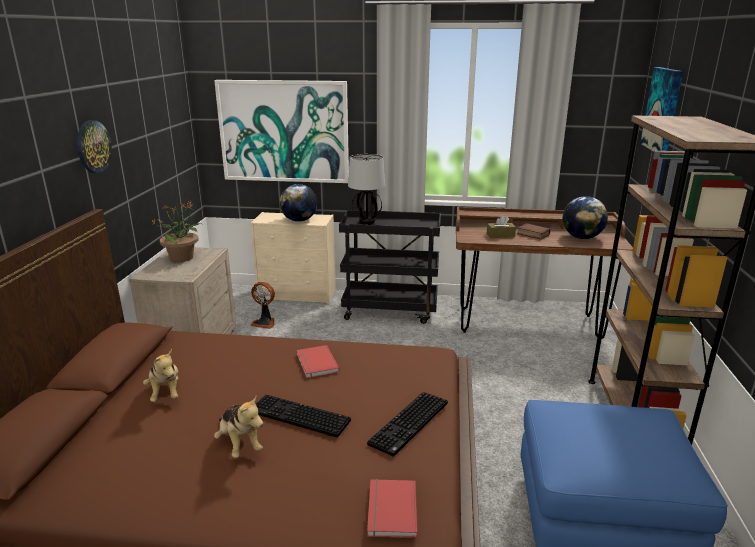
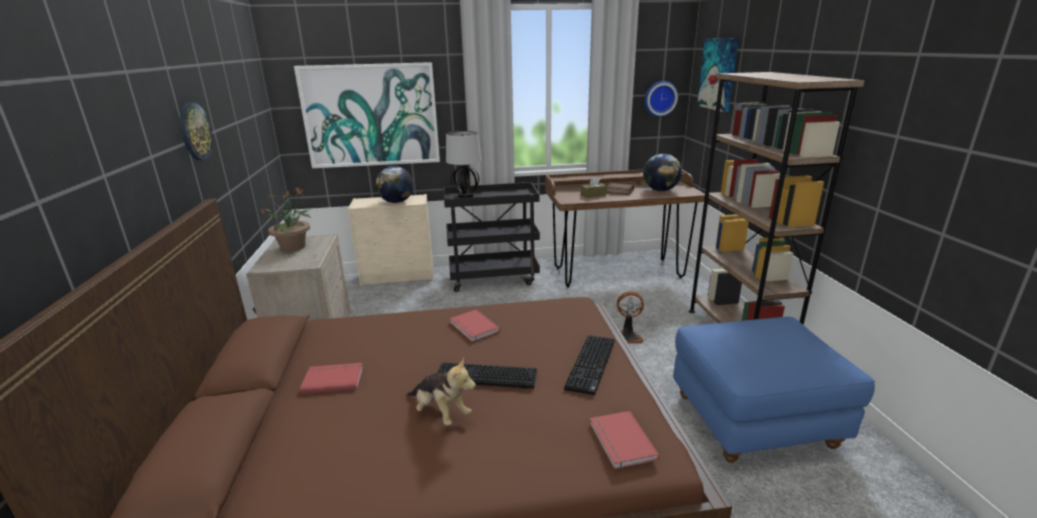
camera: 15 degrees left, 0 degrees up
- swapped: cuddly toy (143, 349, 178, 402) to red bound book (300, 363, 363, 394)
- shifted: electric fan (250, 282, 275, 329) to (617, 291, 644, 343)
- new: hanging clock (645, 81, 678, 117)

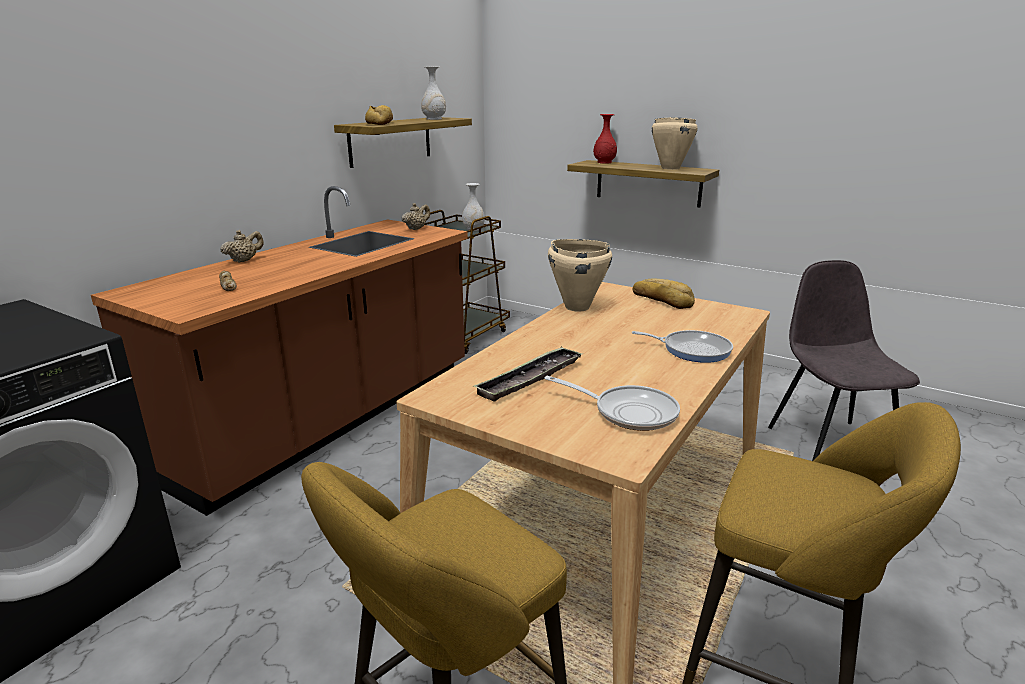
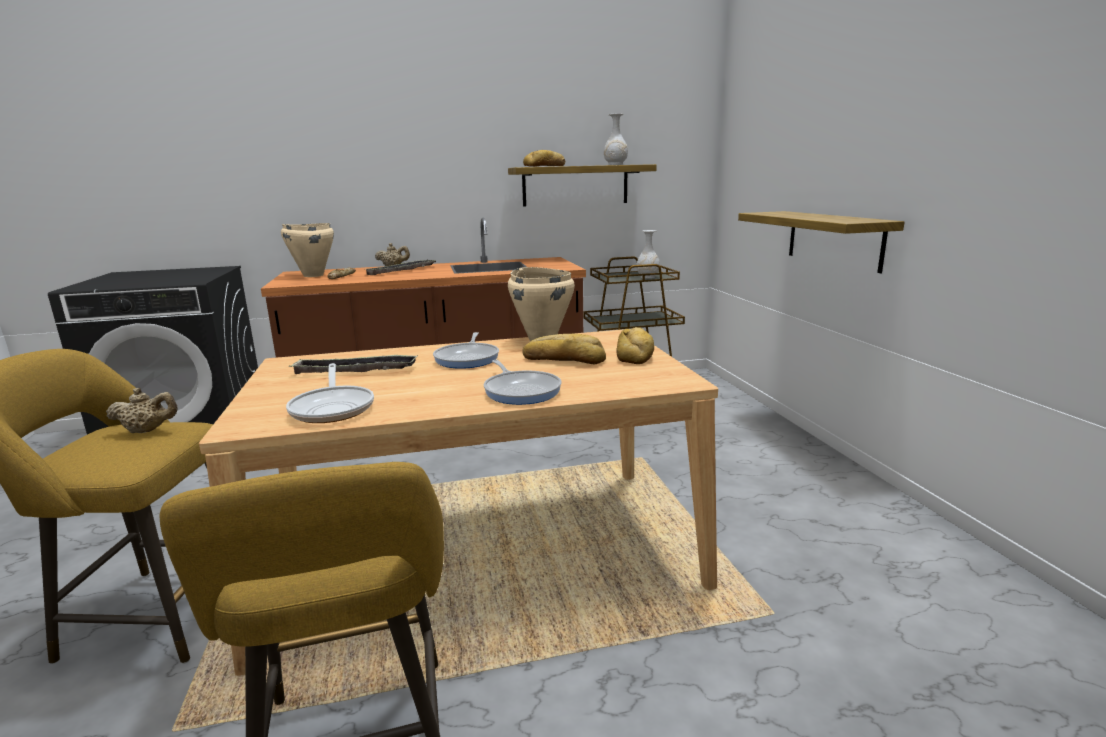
camera: 45 degrees right, 5 degrees down
- shifted: sand-coloured pot for tea (402, 203, 430, 230) to (106, 388, 177, 433)
- gone: red decorative vase (593, 114, 617, 164)
- shifted: sand-coloured saucepot (652, 117, 697, 170) to (281, 223, 334, 277)
- gone: gray upright chair (768, 260, 920, 461)
- new: carrying tray (366, 259, 436, 275)
- new: pan (433, 332, 499, 369)
- new: baked bread (522, 334, 606, 364)

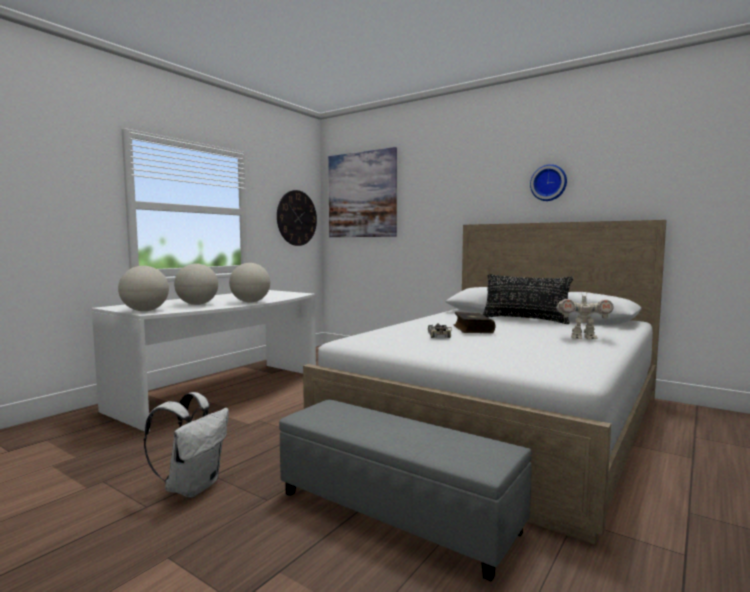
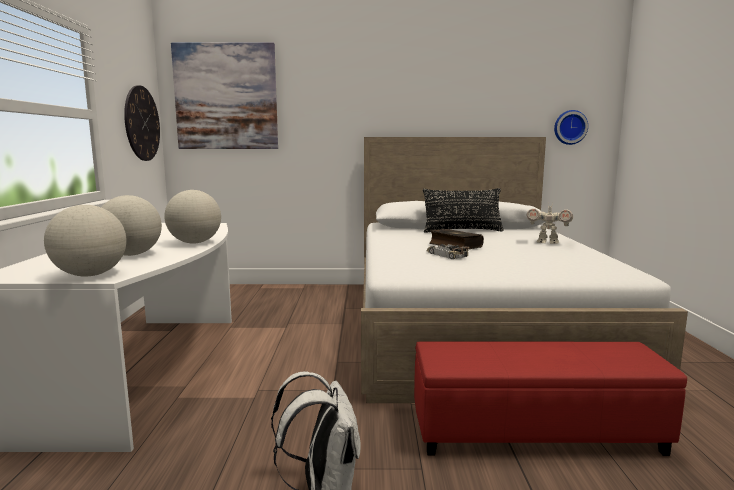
camera: 35 degrees left, 5 degrees up
- repainted: gray pouffe (279, 399, 532, 581) to red pouffe (414, 342, 687, 456)
- shifted: hanging clock (530, 164, 567, 201) to (554, 110, 588, 145)
- rotated: model robot (556, 291, 614, 339) = (527, 202, 573, 244) 45 degrees clockwise

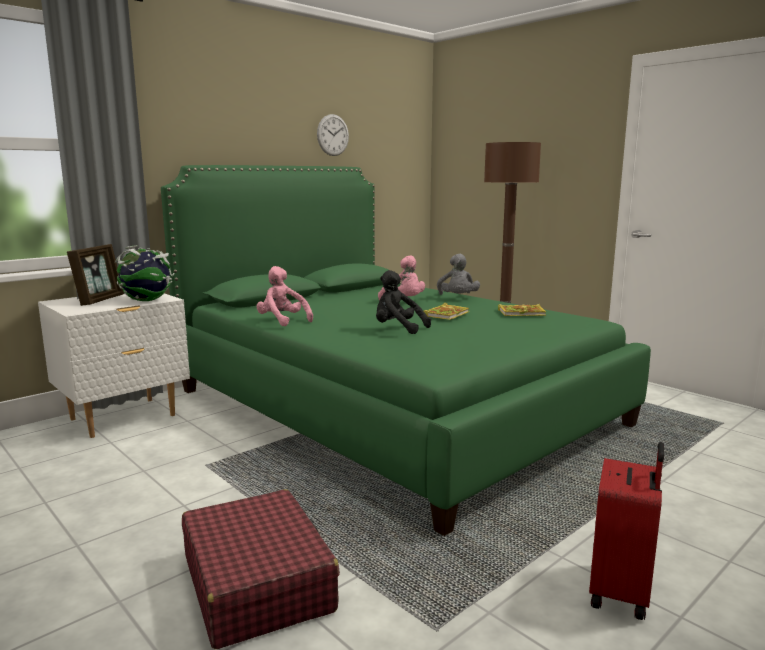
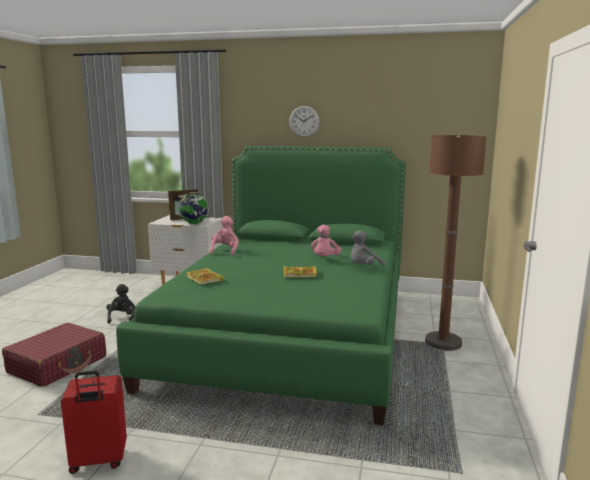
camera: 55 degrees right, 0 degrees up
- shifted: hanging clock (317, 114, 349, 156) to (289, 106, 320, 137)
- shifted: blackish cuddly toy (376, 270, 431, 334) to (106, 284, 135, 324)
- shifted: bound book (498, 304, 546, 316) to (187, 268, 224, 285)

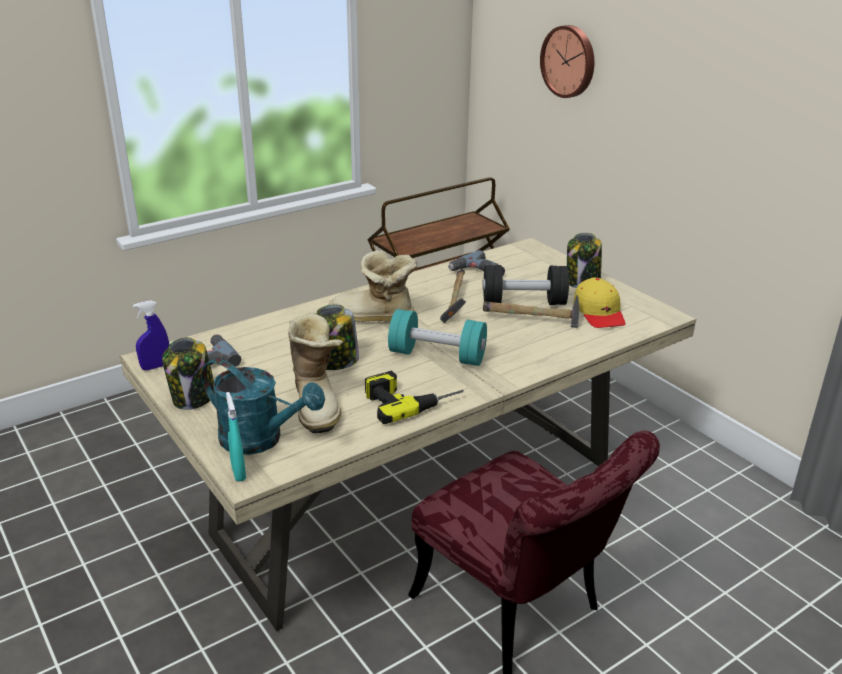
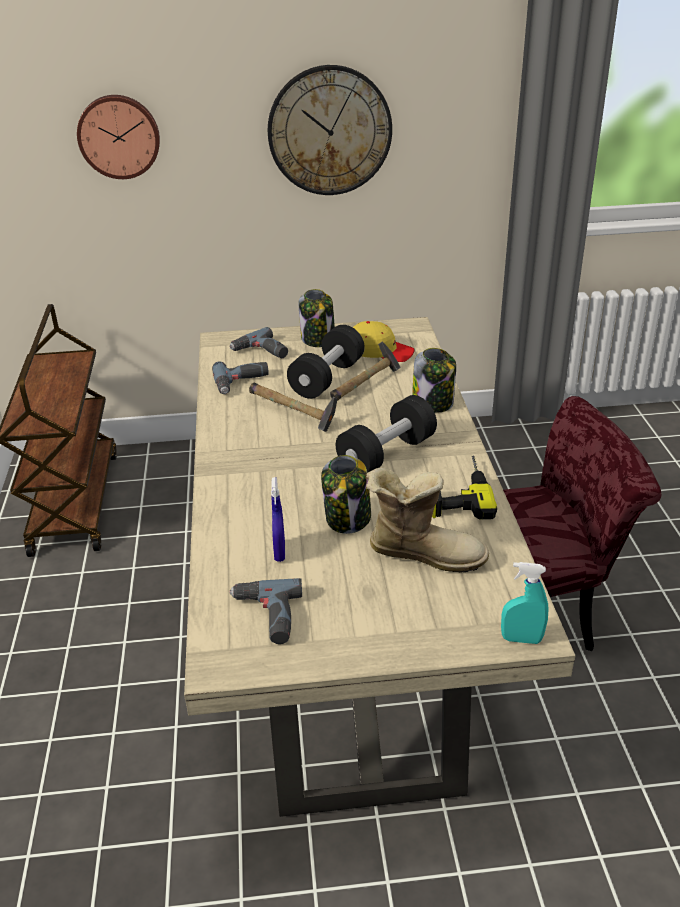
camera: 60 degrees left, 5 degrees up
- shifted: blue hand sprayer (133, 300, 169, 370) to (271, 477, 285, 562)
- shifted: jar (162, 337, 215, 410) to (412, 348, 456, 413)
- gone: turquoise watering pot (201, 358, 325, 455)
- gone: boot (329, 250, 417, 322)
- repainted: turquoise free weight (388, 309, 487, 366) to blackish free weight (336, 395, 437, 473)
- new: power drill (229, 327, 288, 358)
- new: hanging clock (268, 65, 392, 195)

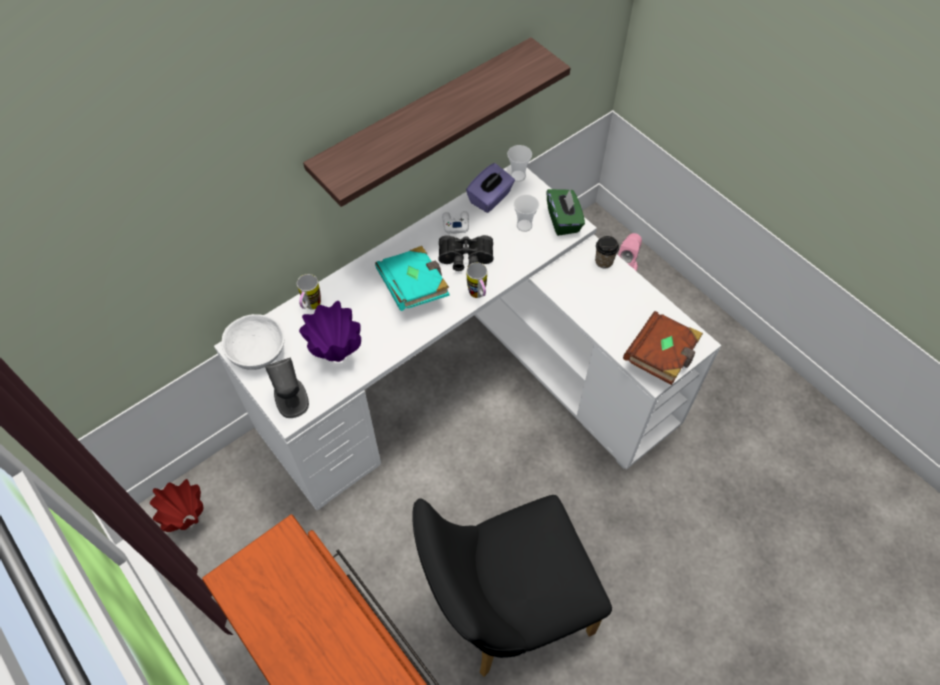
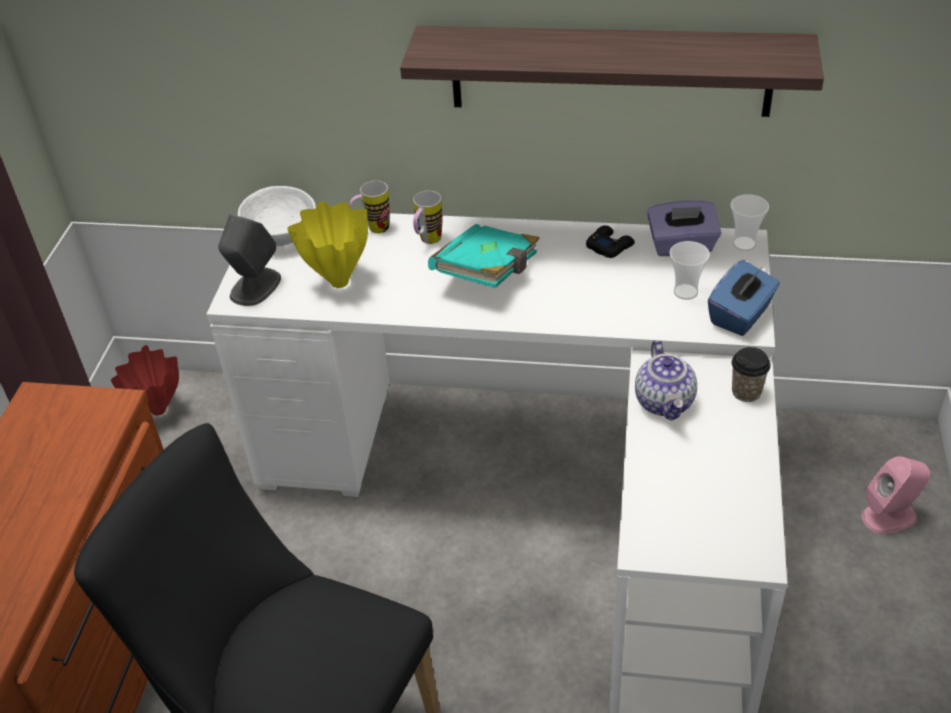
camera: 50 degrees right, 15 degrees down
- repainted: purplish decorative vase (299, 301, 361, 362) to yellowish decorative vase (287, 201, 368, 288)
- gone: blackish binoculars (438, 235, 494, 271)
- repainted: white joypad (442, 211, 469, 234) to blackish joypad (586, 225, 635, 258)
- shifted: coffee mug (467, 263, 487, 298) to (413, 191, 442, 244)
- repainted: greenish box of tissues (546, 189, 585, 236) to blue box of tissues (708, 260, 780, 336)
- gone: brownish bound book (623, 311, 703, 385)
- new: pot for tea (635, 340, 697, 421)

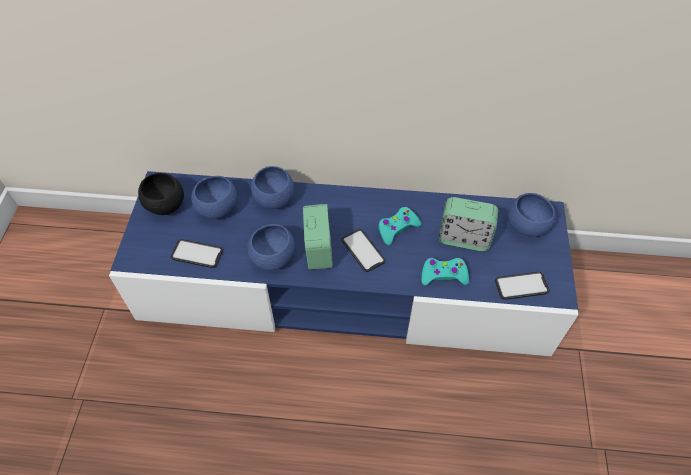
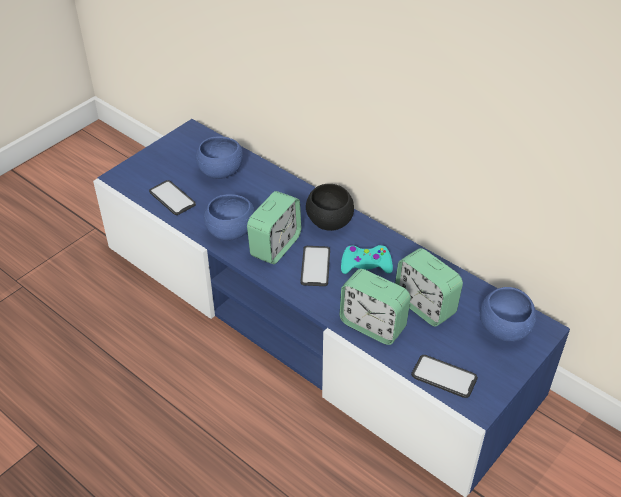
camera: 35 degrees right, 10 degrees down
- shifted: blackish deep dish (138, 173, 184, 215) to (306, 184, 354, 231)
- gone: blue deep dish (251, 166, 294, 209)
- swapped: turquoise joypad (421, 258, 469, 285) to table clock (340, 269, 411, 345)

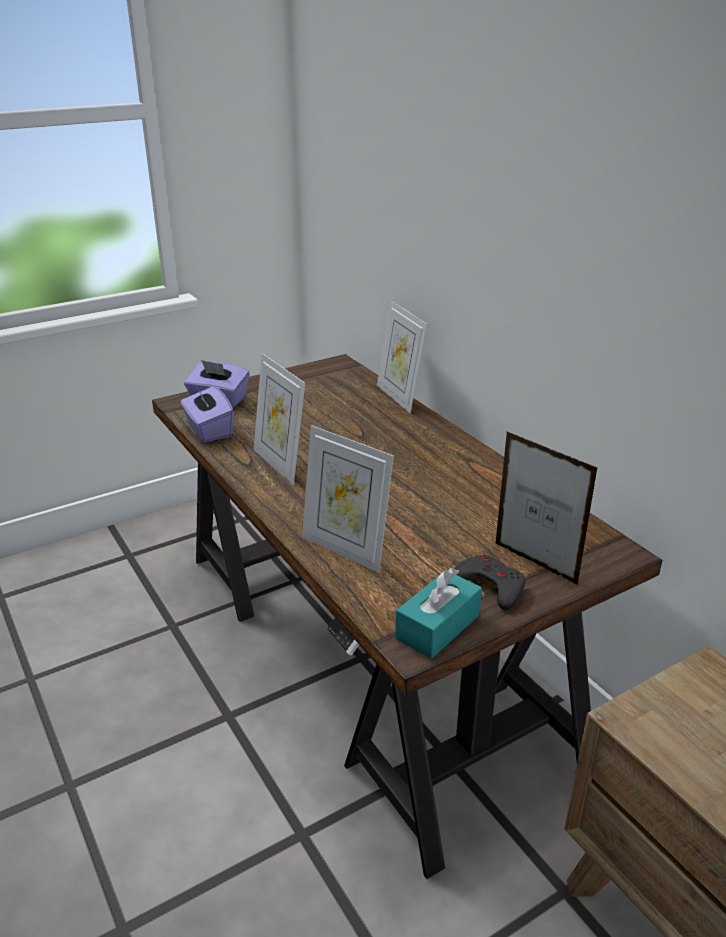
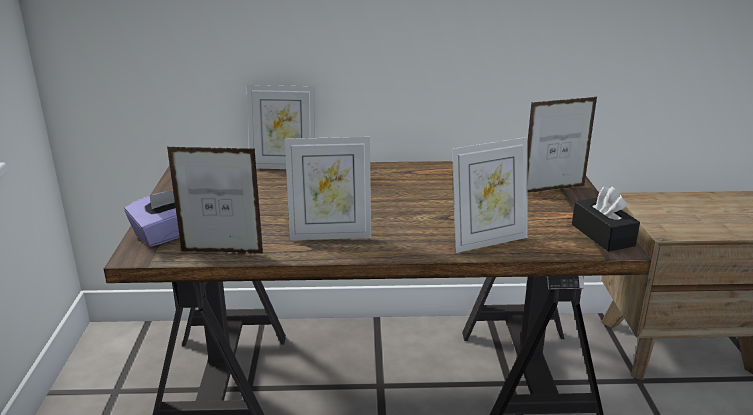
camera: 60 degrees left, 5 degrees down
- swapped: purplish box of tissues (180, 384, 234, 442) to photo frame (167, 147, 264, 254)
- repainted: turquoise box of tissues (395, 567, 482, 659) to blackish box of tissues (572, 187, 640, 252)
- gone: gray joypad (454, 555, 525, 610)

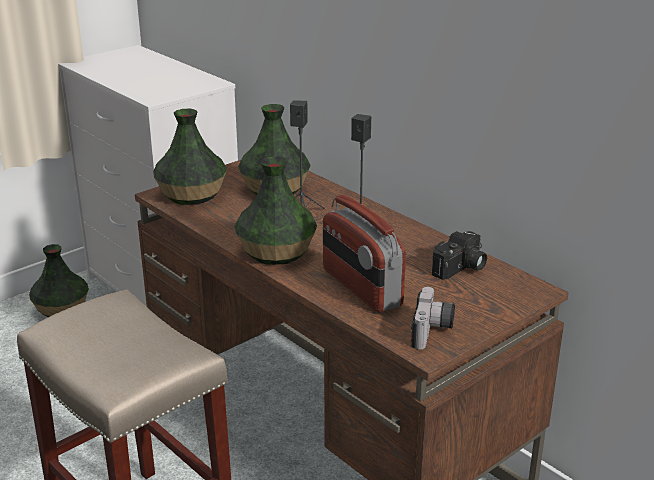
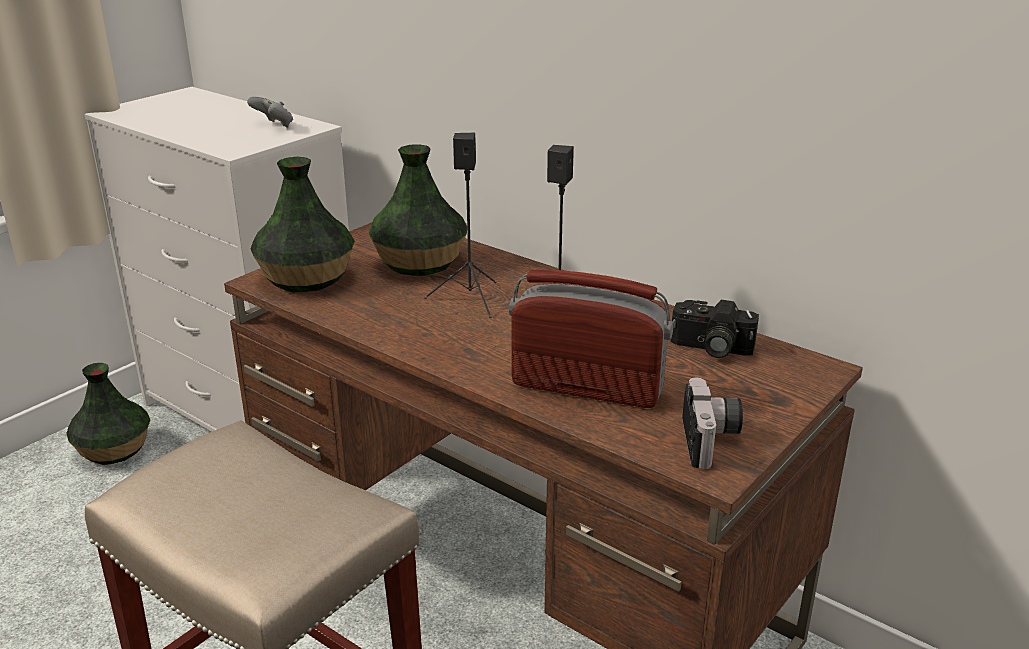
camera: 10 degrees left, 0 degrees up
- gone: decorative vase (234, 156, 317, 265)
- rotated: radio set (323, 195, 406, 313) = (509, 270, 674, 408) 150 degrees clockwise
- rotated: still camera (432, 231, 487, 280) = (670, 300, 759, 358) 75 degrees clockwise
- new: gray joypad (247, 97, 293, 128)

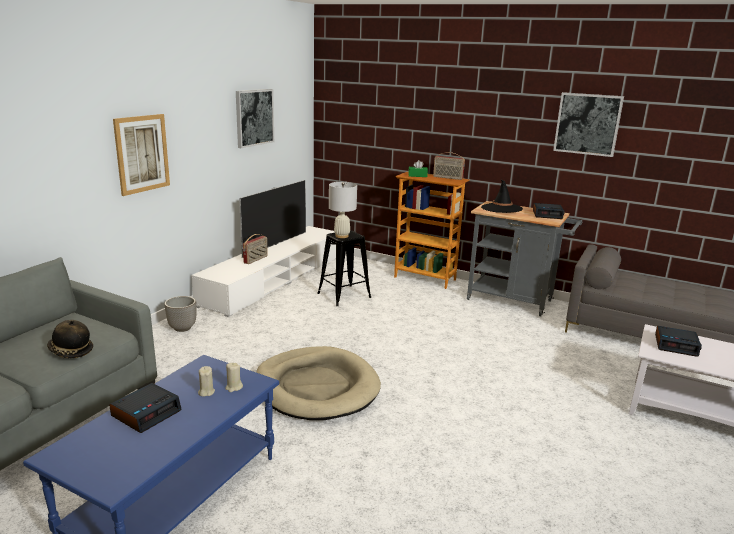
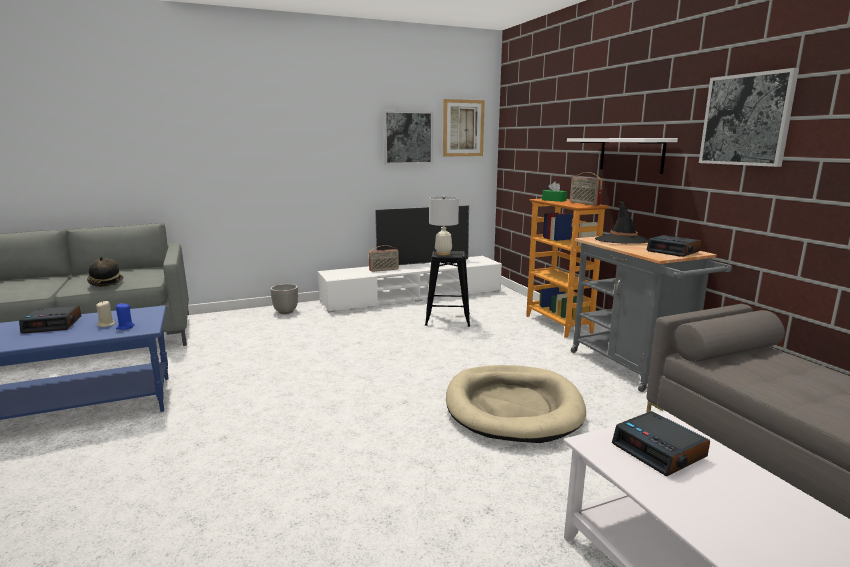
camera: 40 degrees right, 5 degrees down
- shifted: picture (113, 114, 170, 196) to (443, 99, 485, 157)
- repainted: sand-coloured wax candle (225, 363, 243, 392) to blue wax candle (116, 303, 135, 330)
- shifted: sand-coloured dog bed (256, 346, 381, 420) to (446, 365, 586, 443)
- new: white wall shelf (567, 138, 678, 174)

